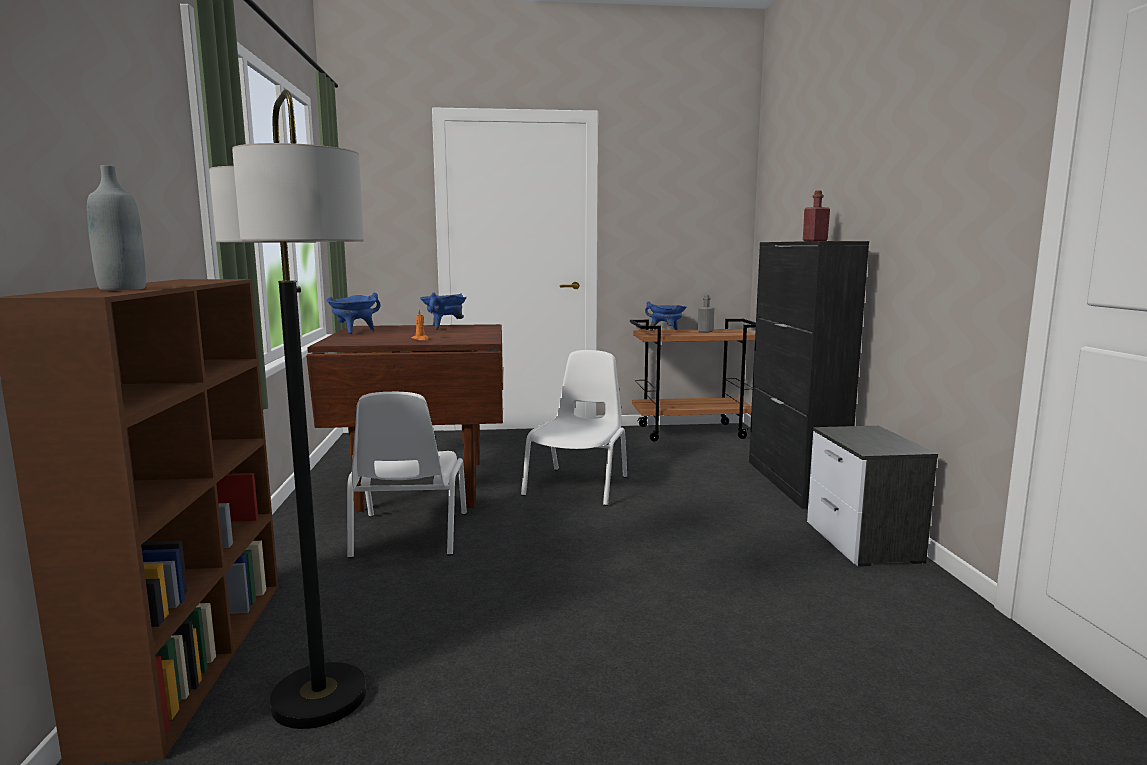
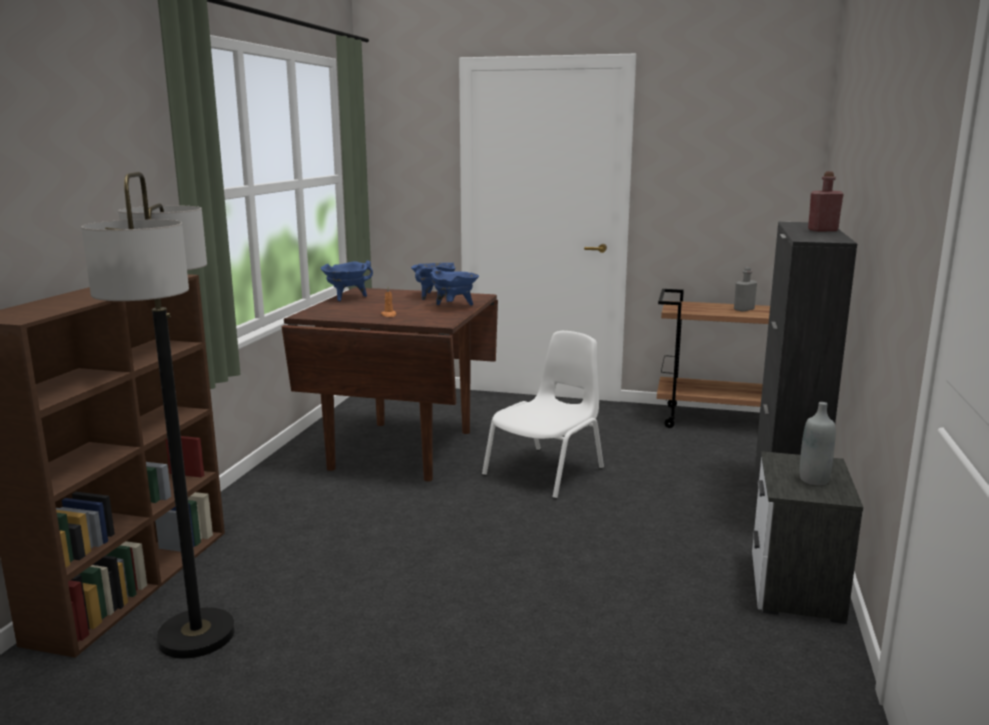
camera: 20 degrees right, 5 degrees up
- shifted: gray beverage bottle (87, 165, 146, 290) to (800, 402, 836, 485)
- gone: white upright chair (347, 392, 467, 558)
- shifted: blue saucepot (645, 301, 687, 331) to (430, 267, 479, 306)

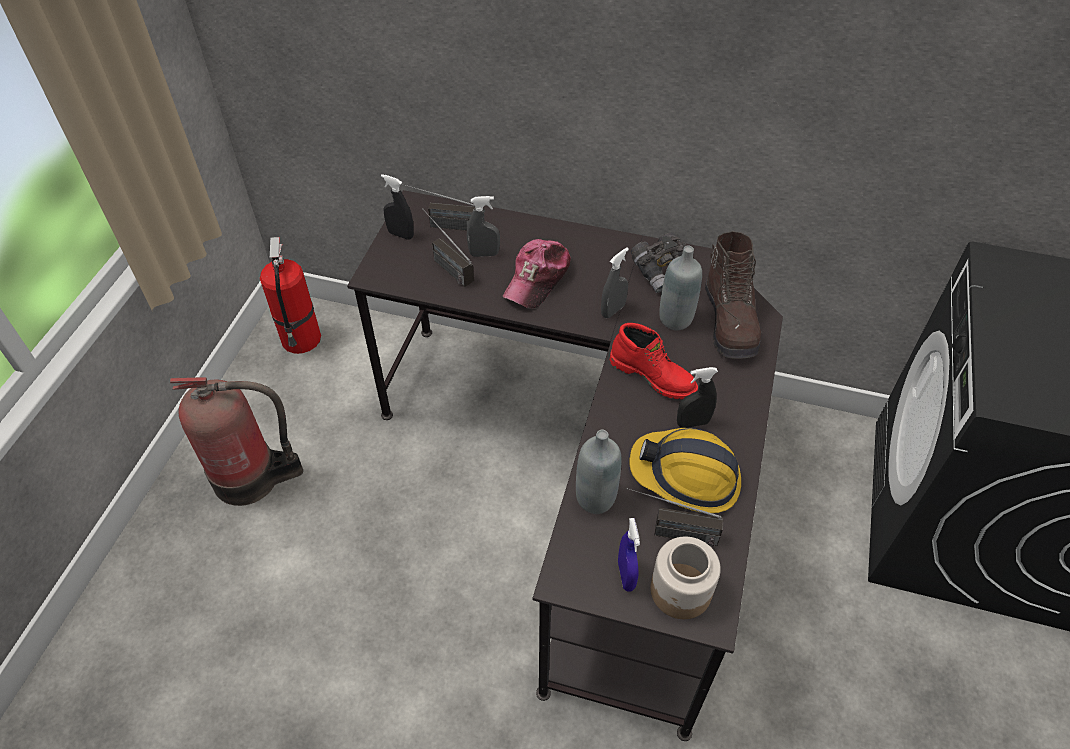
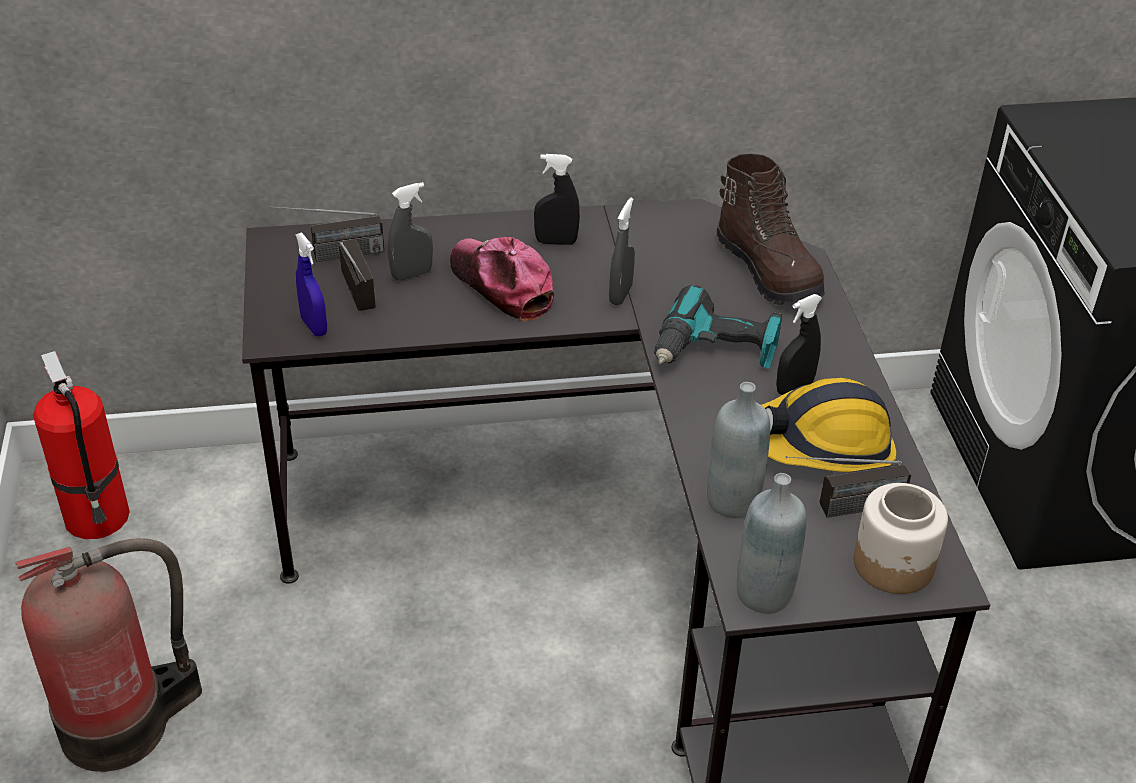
camera: 25 degrees left, 10 degrees down
- shifted: blackish hand sprayer (381, 174, 414, 240) to (534, 154, 580, 245)
- rotated: radio set (422, 208, 474, 287) = (339, 239, 376, 311) 135 degrees counterclockwise
- rotated: cap (503, 239, 571, 308) = (450, 237, 554, 321) 135 degrees clockwise
- swapped: red boot (610, 323, 698, 399) to power drill (654, 285, 782, 369)
- shifted: blue hand sprayer (618, 518, 640, 592) to (295, 232, 327, 336)
- gone: gray binoculars (630, 233, 687, 293)
- shifted: gray beverage bottle (659, 246, 702, 330) to (737, 473, 806, 614)

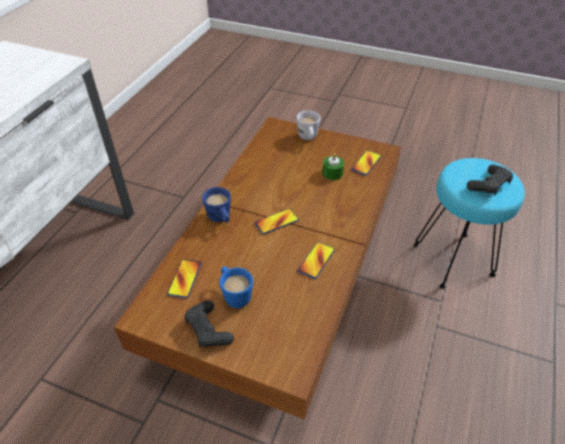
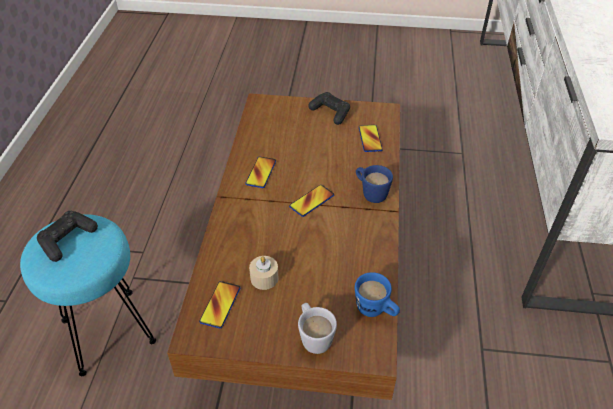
camera: 165 degrees right, 0 degrees up
- shifted: blue coffee mug (219, 266, 253, 308) to (355, 272, 400, 317)
- repainted: greenish wax candle (322, 153, 344, 180) to sand-coloured wax candle (249, 256, 279, 290)

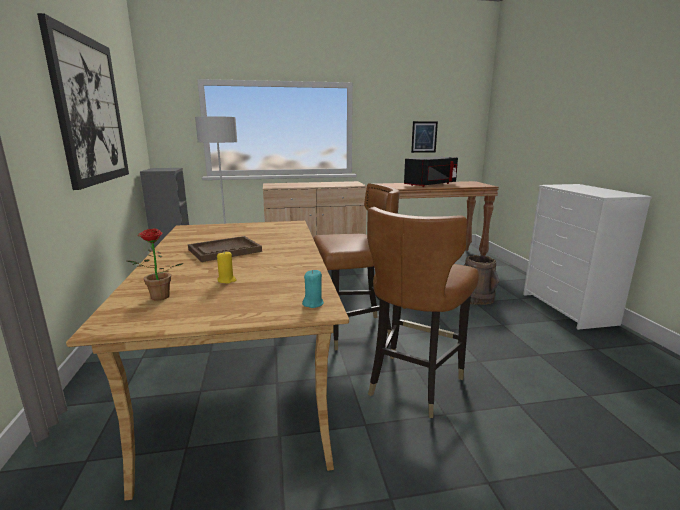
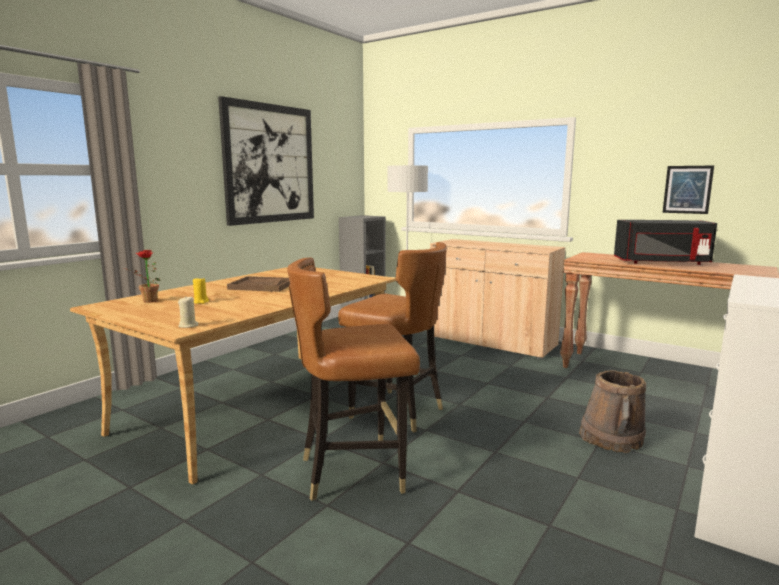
camera: 45 degrees right, 5 degrees down
- repainted: turquoise wax candle (302, 270, 324, 308) to sand-coloured wax candle (178, 297, 198, 328)

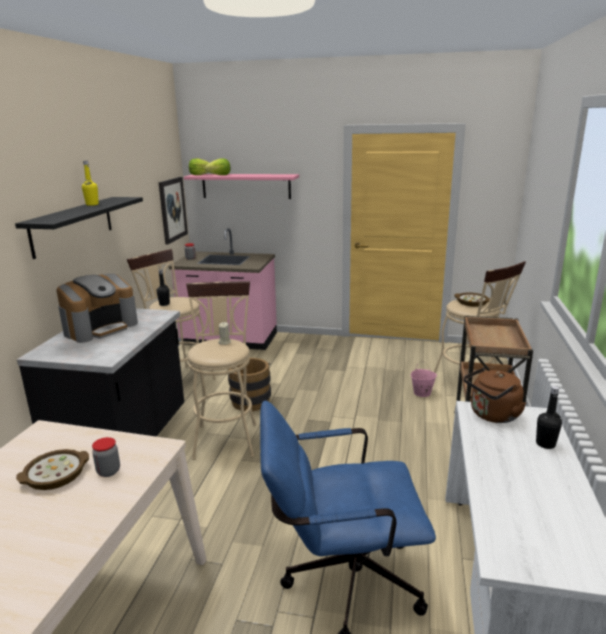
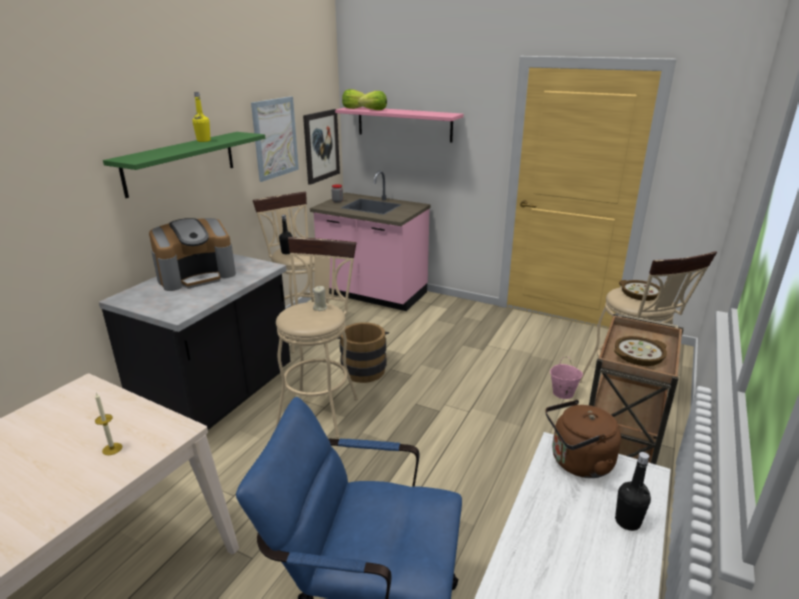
camera: 15 degrees right, 5 degrees up
- repainted: blackish wall shelf (15, 197, 143, 259) to greenish wall shelf (103, 132, 265, 198)
- shifted: deep dish (16, 449, 89, 490) to (614, 336, 667, 366)
- swapped: jar (92, 437, 120, 477) to wax candle (95, 393, 122, 455)
- new: picture (251, 96, 299, 182)

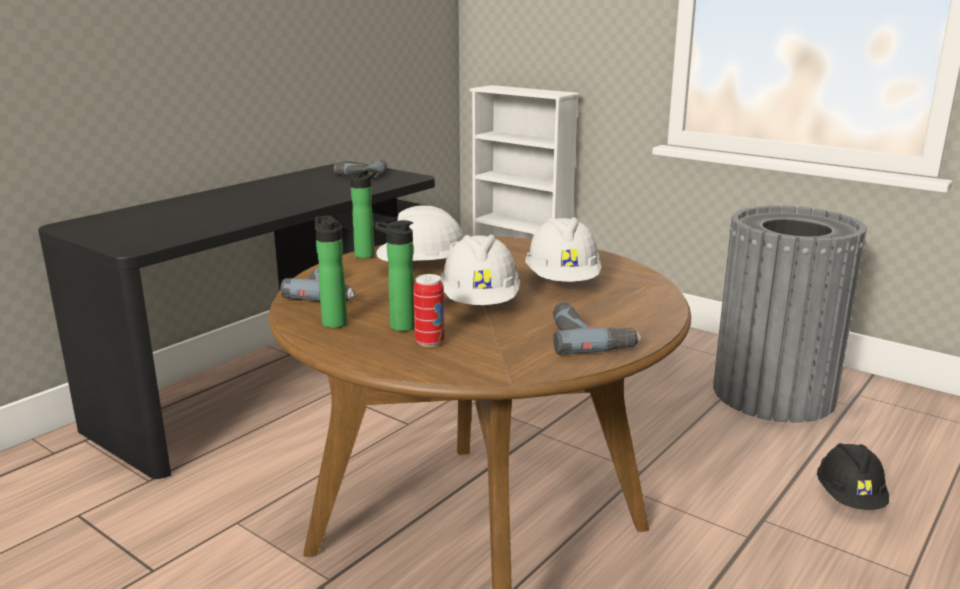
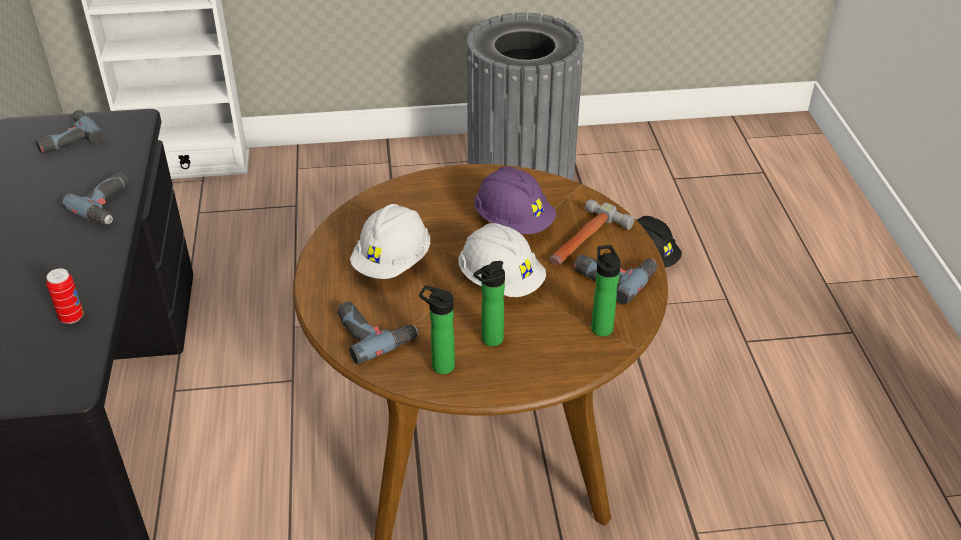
camera: 45 degrees left, 20 degrees up
- shifted: beverage bottle (350, 169, 377, 258) to (591, 245, 621, 336)
- shifted: metal can (413, 274, 445, 347) to (46, 268, 84, 324)
- repainted: white safety helmet (525, 217, 601, 282) to purplish safety helmet (474, 167, 556, 234)
- new: power drill (61, 172, 129, 225)
- new: hand hammer (549, 200, 634, 265)

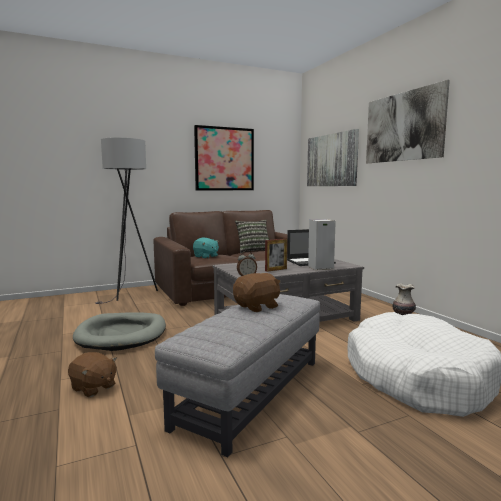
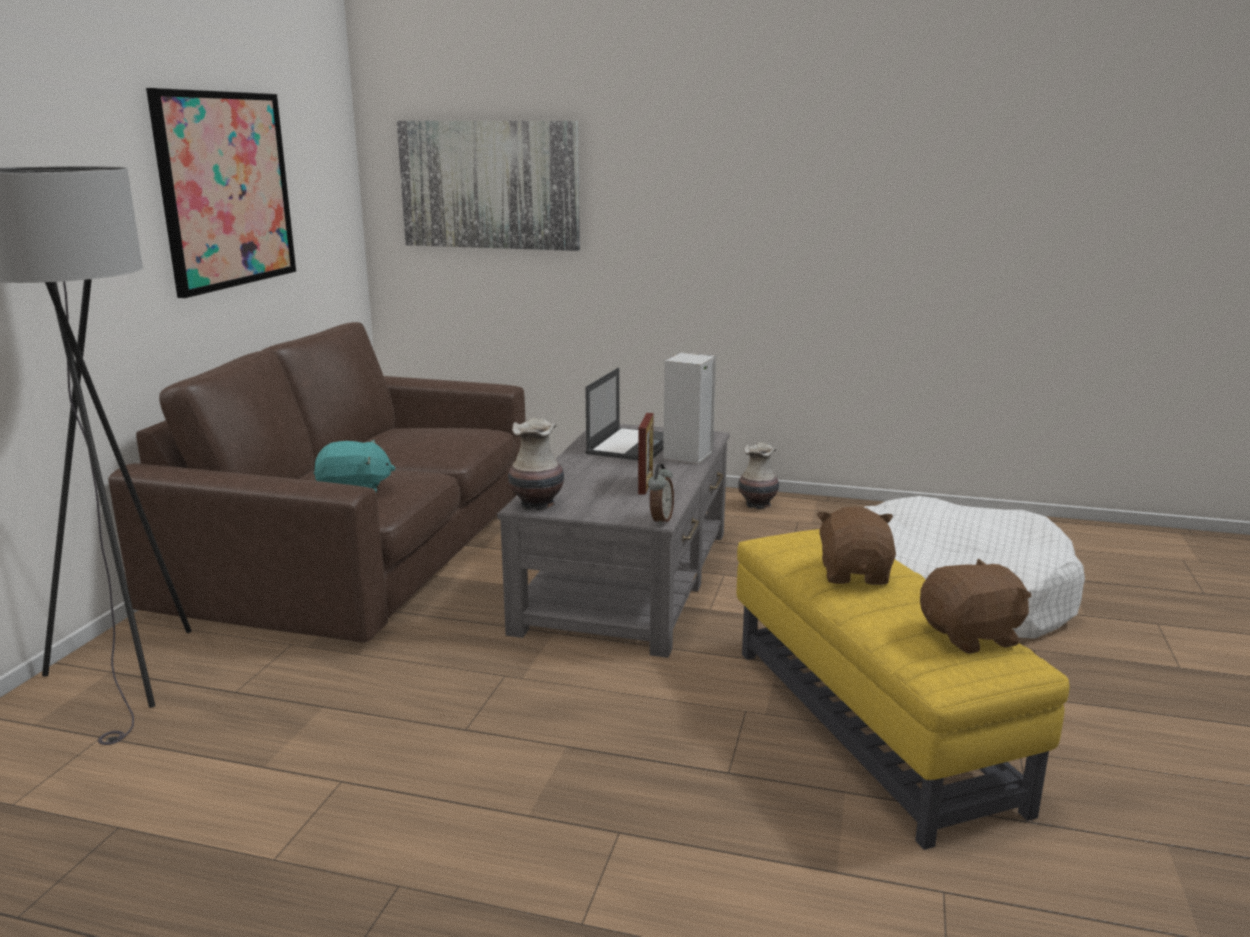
camera: 50 degrees left, 10 degrees up
- shifted: brownish cuddly toy (68, 352, 117, 397) to (920, 558, 1032, 654)
- gone: gray dog bed (73, 312, 166, 351)
- repainted: gray pouffe (155, 294, 320, 457) to yellowish pouffe (737, 529, 1070, 850)
- gone: pillow (235, 220, 269, 253)
- gone: picture (366, 80, 450, 163)
- new: decorative vase (508, 418, 564, 510)

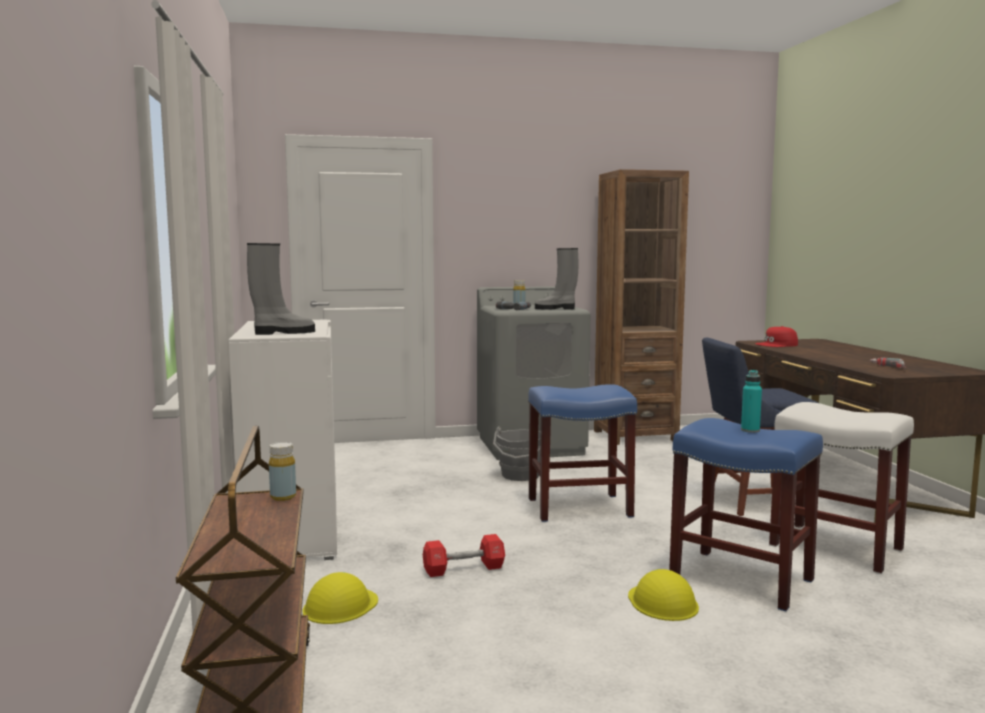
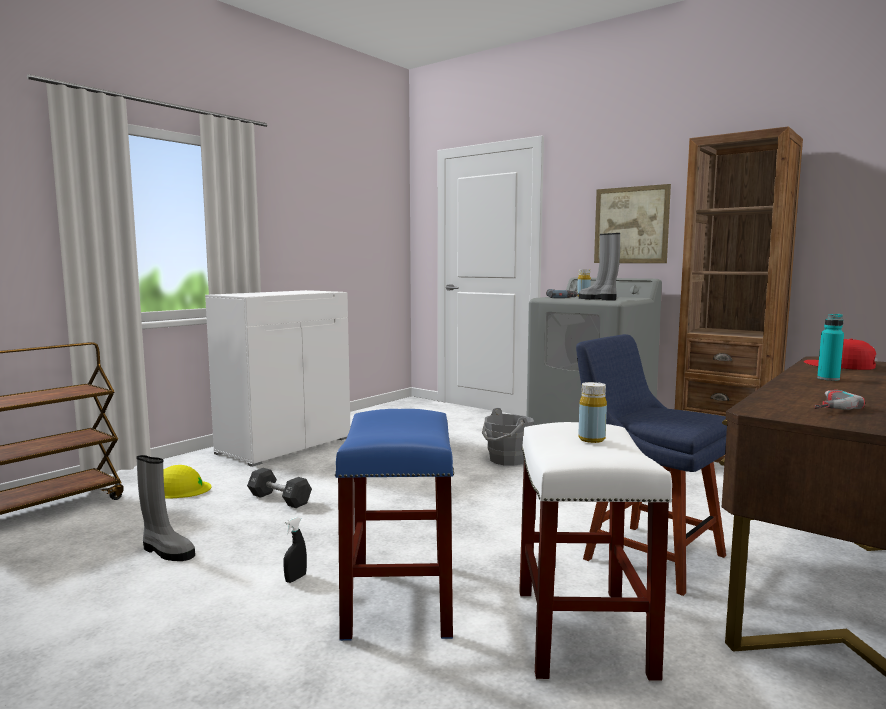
camera: 50 degrees right, 0 degrees up
- shifted: gray boot (247, 243, 315, 335) to (136, 455, 195, 561)
- shifted: yellowish beverage bottle (269, 442, 296, 501) to (578, 382, 607, 443)
- repainted: red free weight (423, 534, 505, 577) to blackish free weight (247, 468, 312, 508)
- gone: blue stool (528, 384, 637, 522)
- swapped: yellowish safety helmet (628, 569, 699, 621) to blackish hand sprayer (284, 517, 307, 583)
- shifted: turquoise beverage bottle (741, 370, 762, 433) to (817, 314, 844, 381)
- new: picture (594, 184, 671, 263)

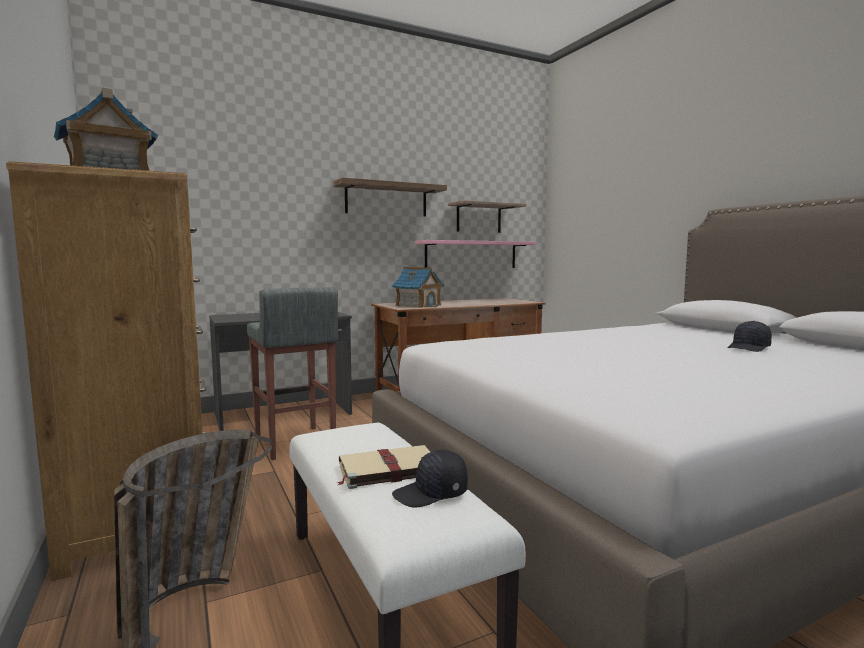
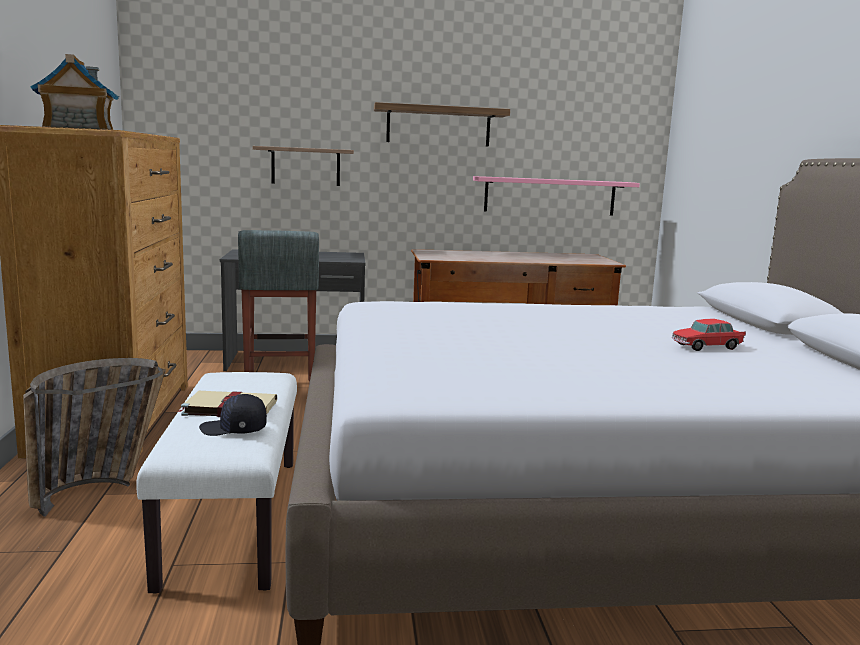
camera: 20 degrees right, 5 degrees up
- gone: model house (392, 267, 444, 308)
- shifted: wall shelf (448, 200, 526, 233) to (253, 146, 354, 186)
- swapped: blackish cap (727, 321, 772, 352) to miniature car (672, 319, 746, 351)

